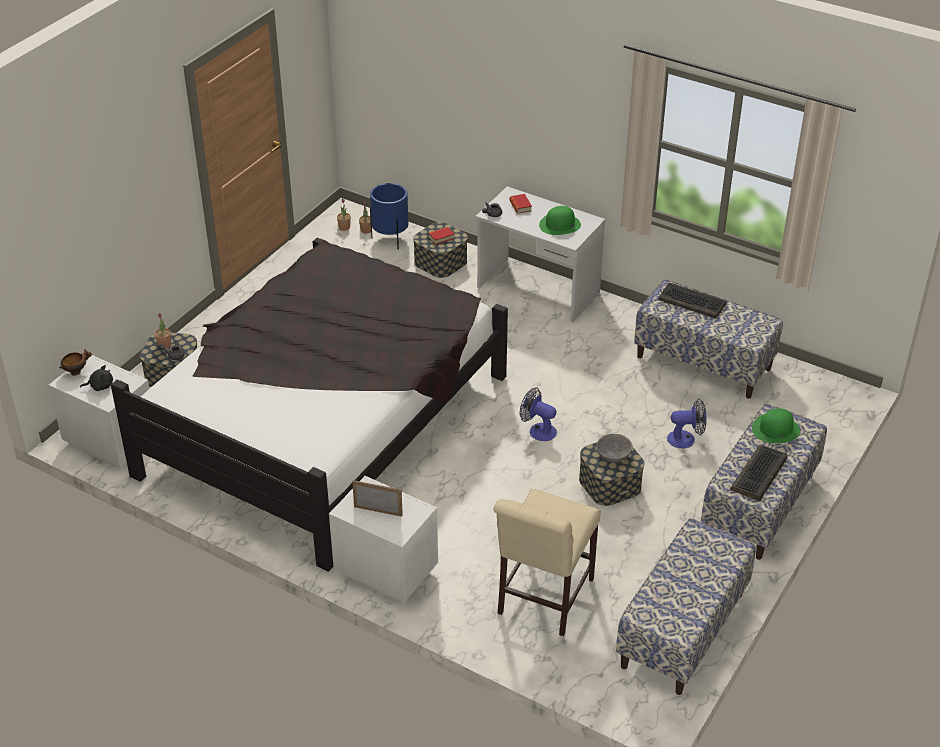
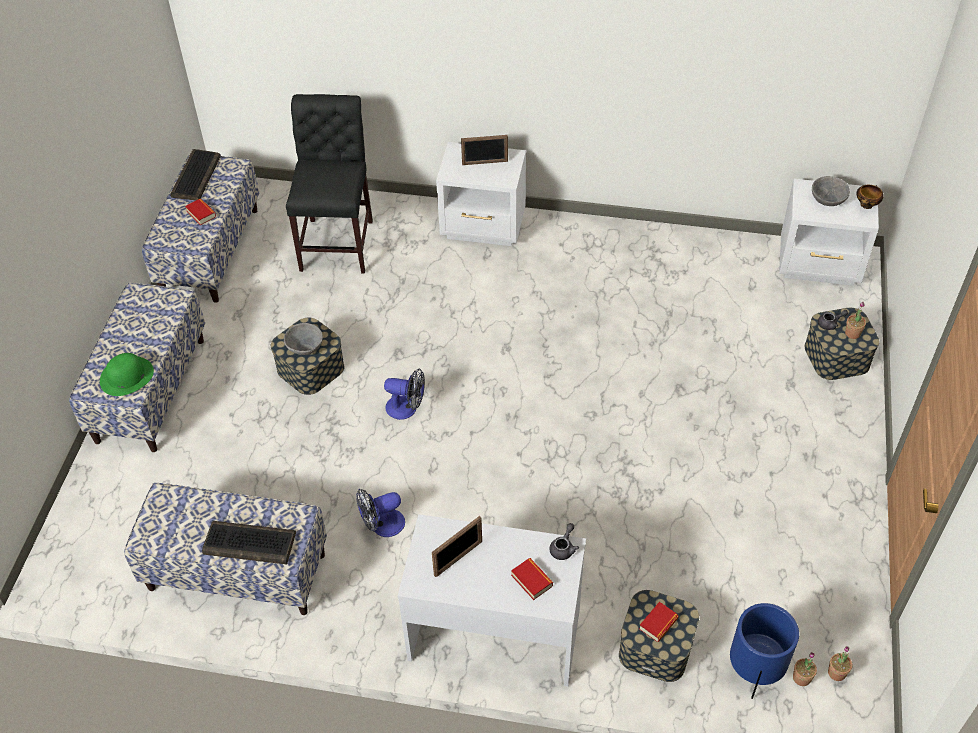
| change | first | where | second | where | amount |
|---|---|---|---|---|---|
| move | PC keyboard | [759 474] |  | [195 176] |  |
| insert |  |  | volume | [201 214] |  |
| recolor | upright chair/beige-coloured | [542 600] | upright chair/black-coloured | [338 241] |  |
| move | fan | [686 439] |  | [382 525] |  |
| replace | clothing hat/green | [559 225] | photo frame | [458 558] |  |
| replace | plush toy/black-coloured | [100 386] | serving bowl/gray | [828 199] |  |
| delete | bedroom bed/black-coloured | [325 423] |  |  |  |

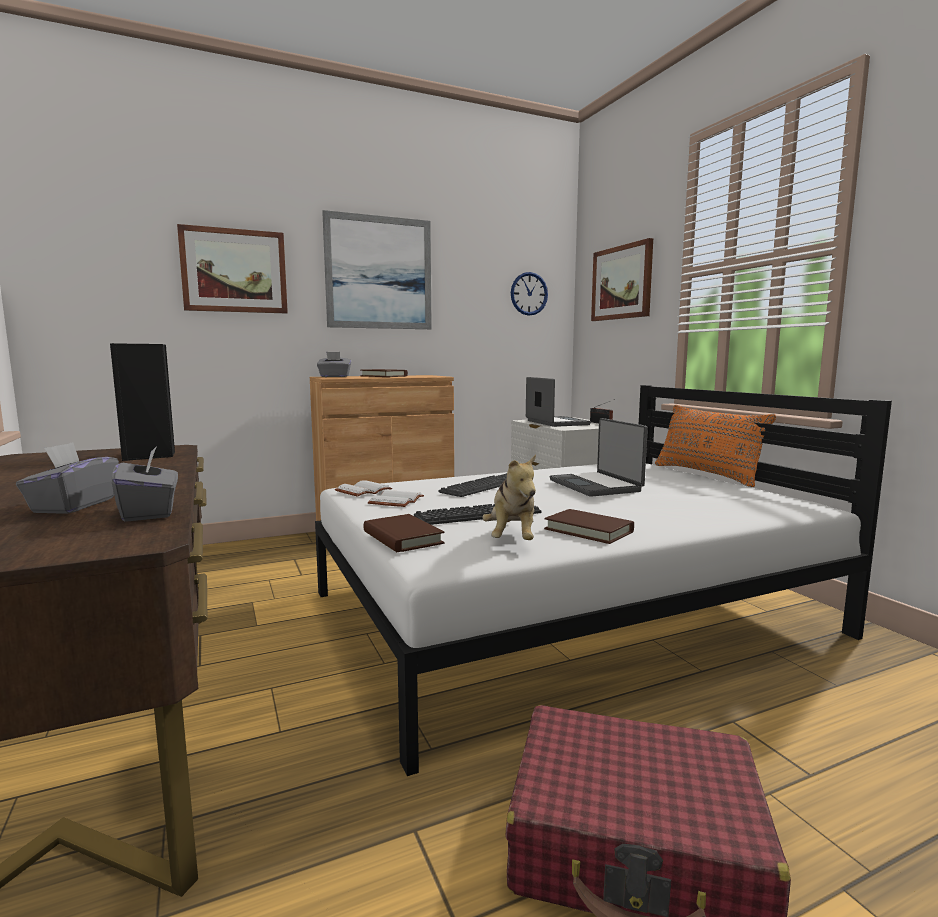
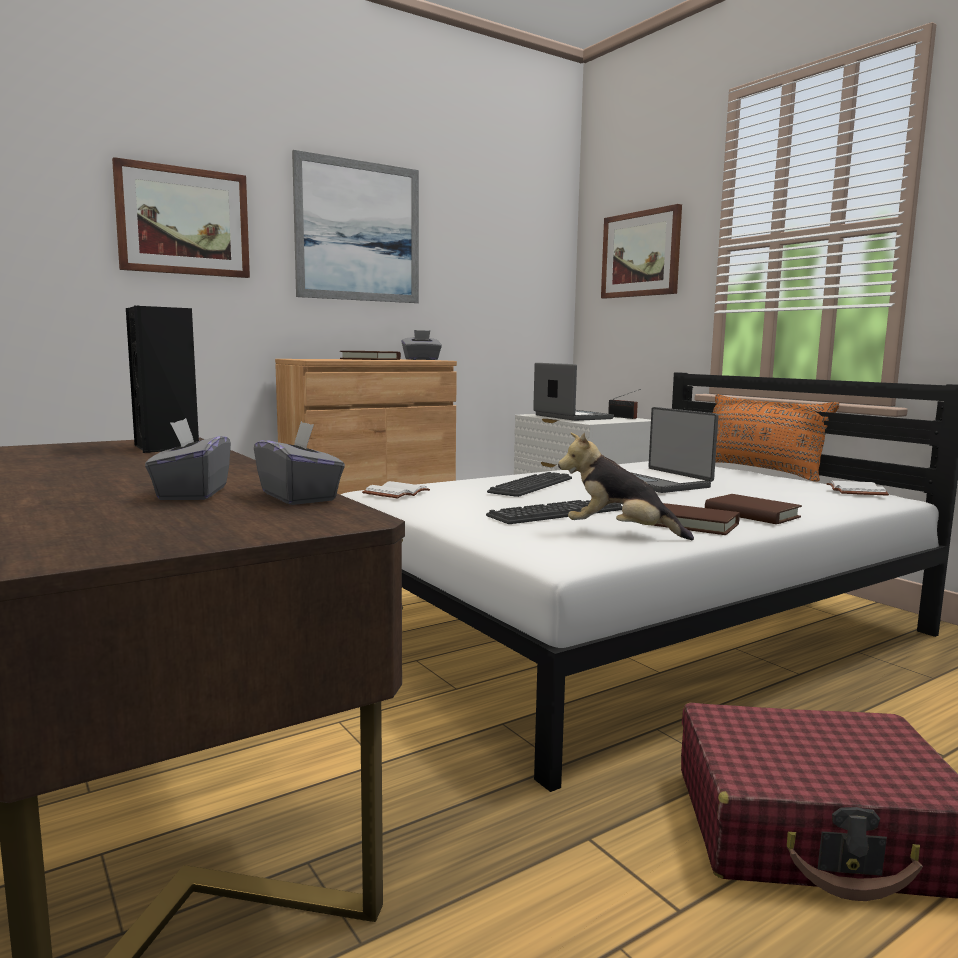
| change | first | where | second | where | amount |
|---|---|---|---|---|---|
| move | box of tissues/gray | [334 376] |  | [421 359] |  |
| rotate | plush toy | [512 539] |  | [620 534] | 120 degrees clockwise |
| move | volume/brownish | [402 538] |  | [751 514] |  |
| move | volume/whitish | [397 501] |  | [858 491] |  |
| delete | hanging clock | [529 294] |  |  |  |

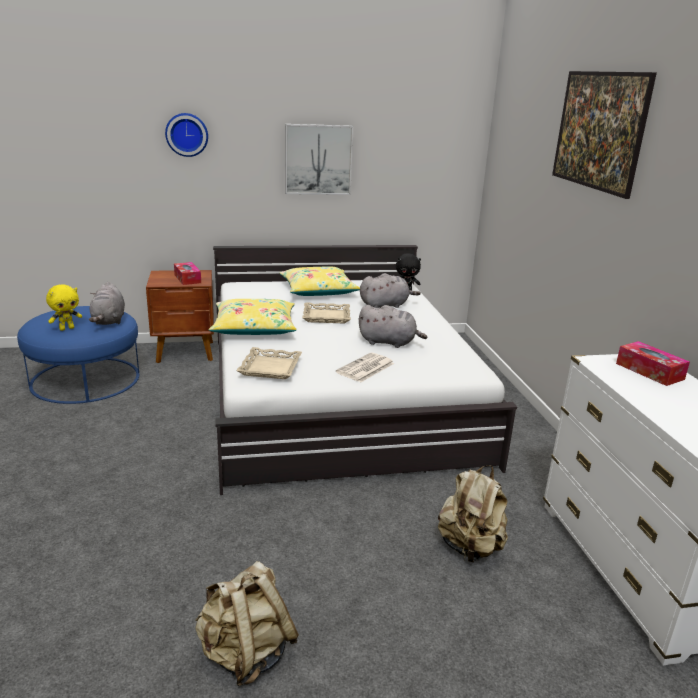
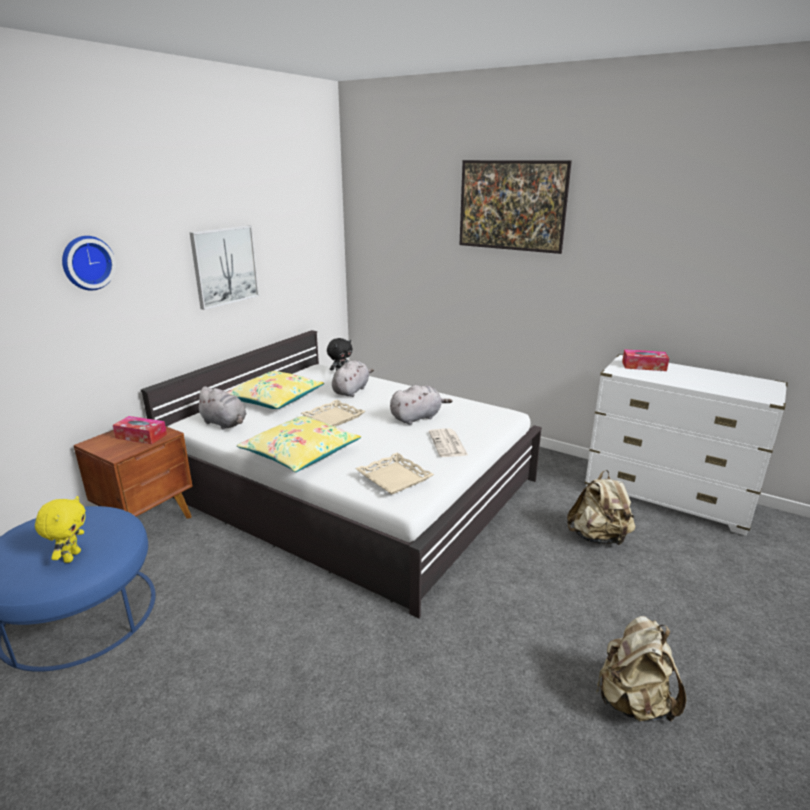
| change | first | where | second | where | amount |
|---|---|---|---|---|---|
| move | plush toy/gray | [109 321] |  | [225 423] |  |

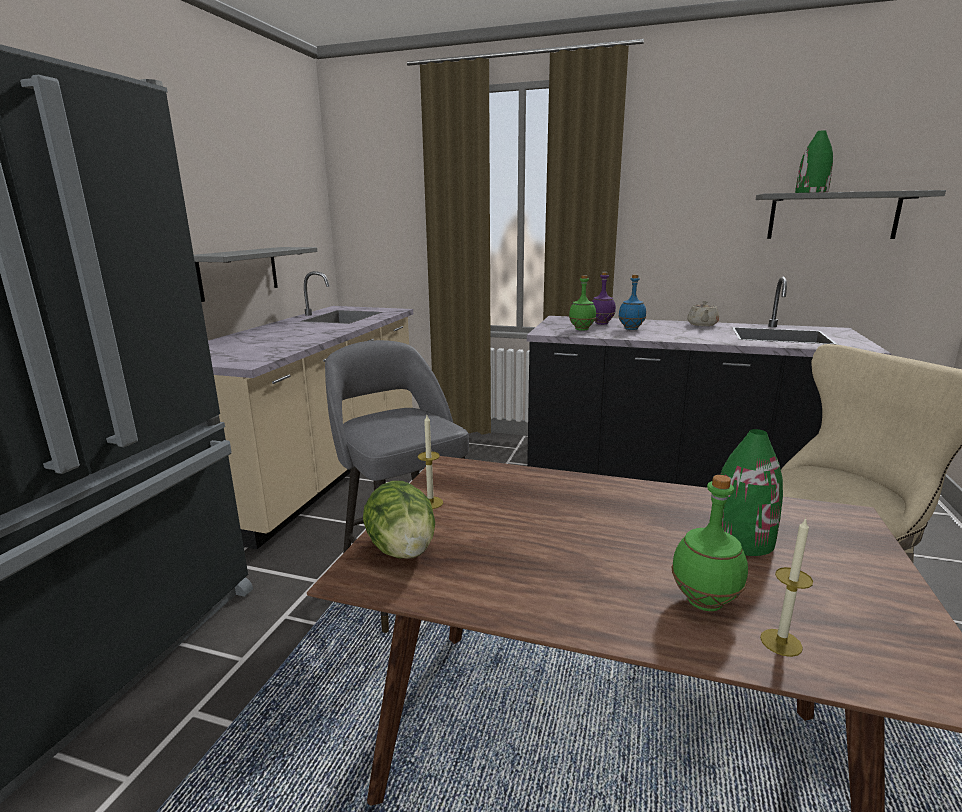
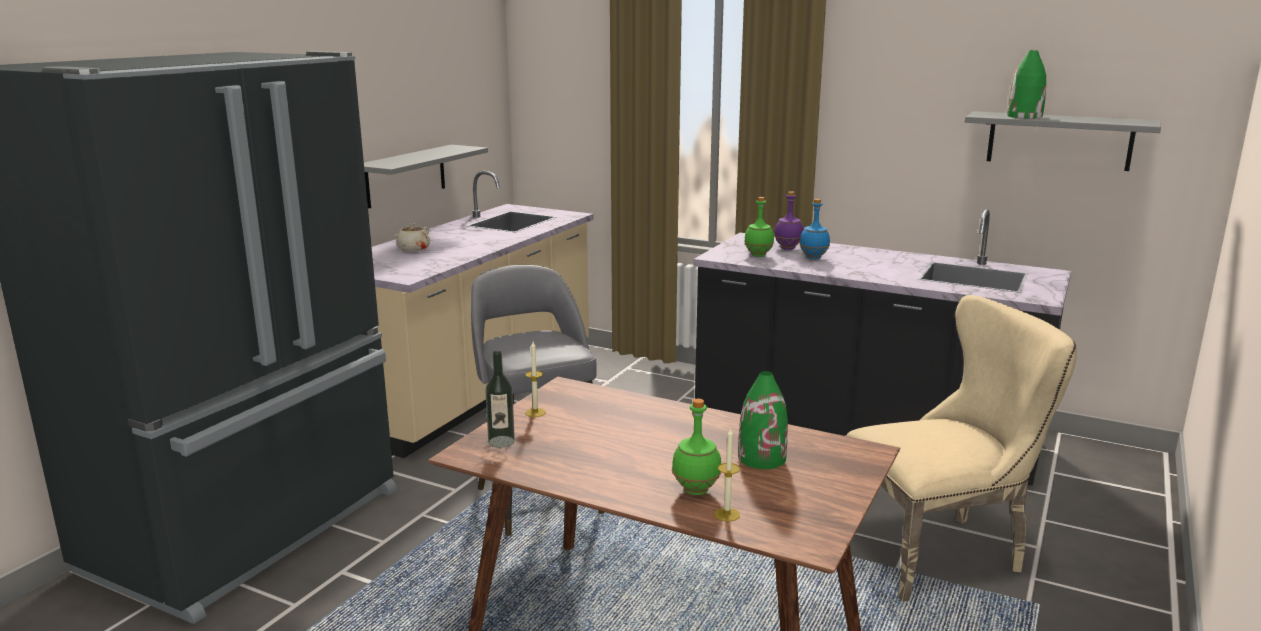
| change | first | where | second | where | amount |
|---|---|---|---|---|---|
| move | pot for tea/beige-coloured | [702 325] |  | [413 249] |  |
| replace | lettuce head | [402 550] | beverage bottle | [501 441] |  |

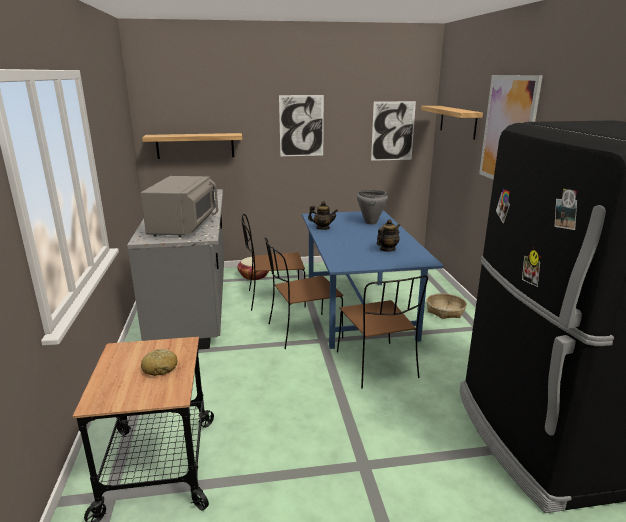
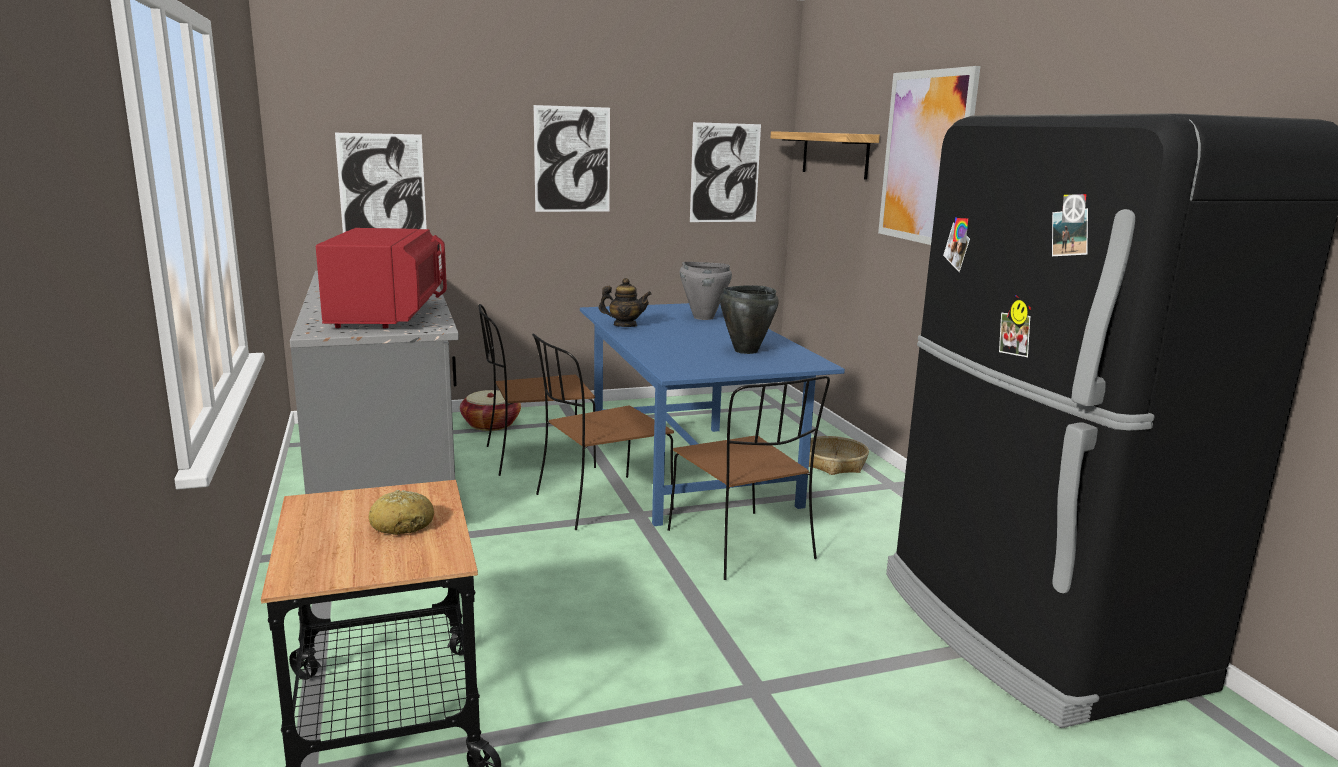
| change | first | where | second | where | amount |
|---|---|---|---|---|---|
| recolor | kitchen microwave/gray | [185 227] | kitchen microwave/red-coloured | [388 315] |  |
| replace | bracket shelf | [195 146] | wall picture | [382 189] |  |
| replace | pot for tea | [387 249] | stockpot/black-coloured | [745 351] |  |

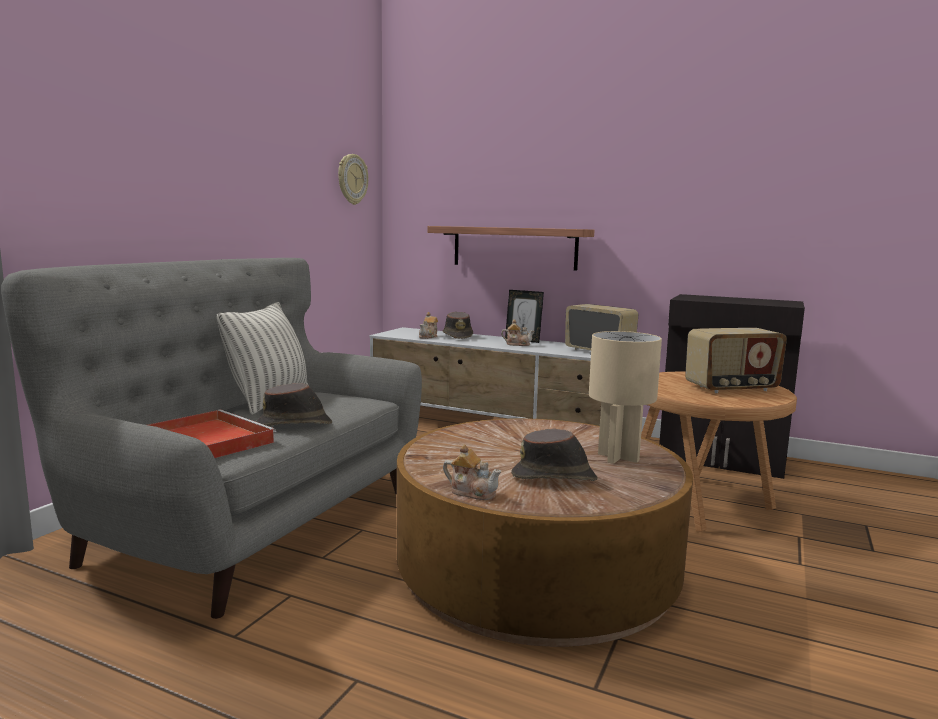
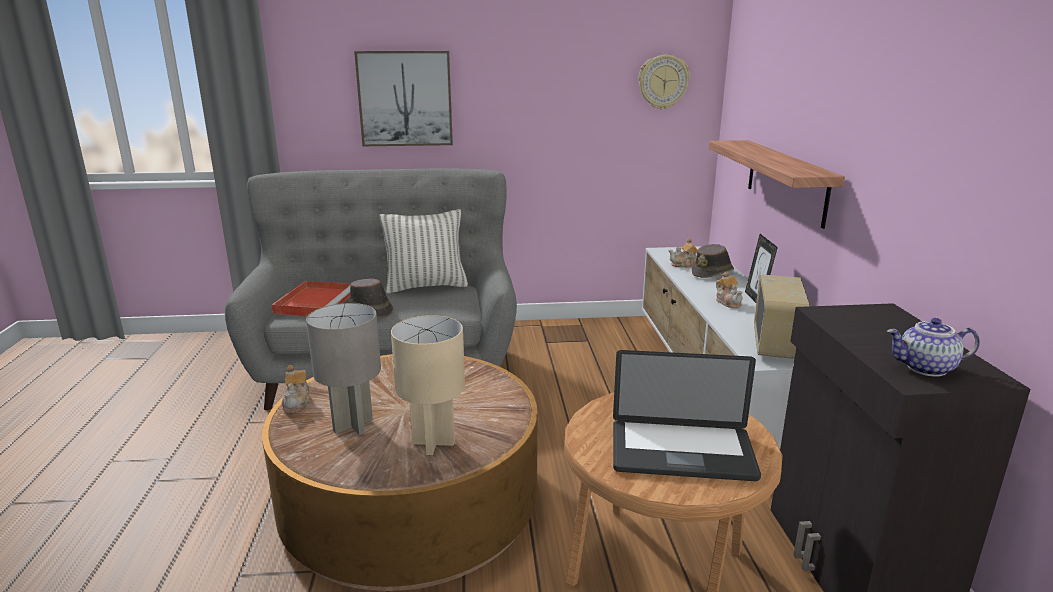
| change | first | where | second | where | amount |
|---|---|---|---|---|---|
| replace | clothing hat/brownish | [554 477] | table lamp/gray | [353 426] |  |
| insert |  |  | wall picture | [405 98] |  |
| replace | radio set | [732 388] | laptop | [681 452] |  |
| insert |  |  | pot for tea | [926 368] |  |

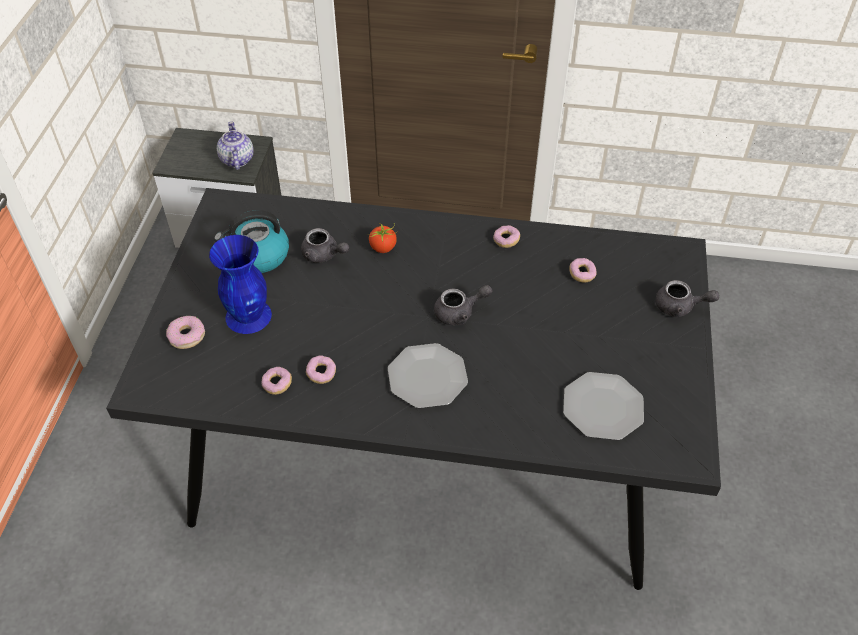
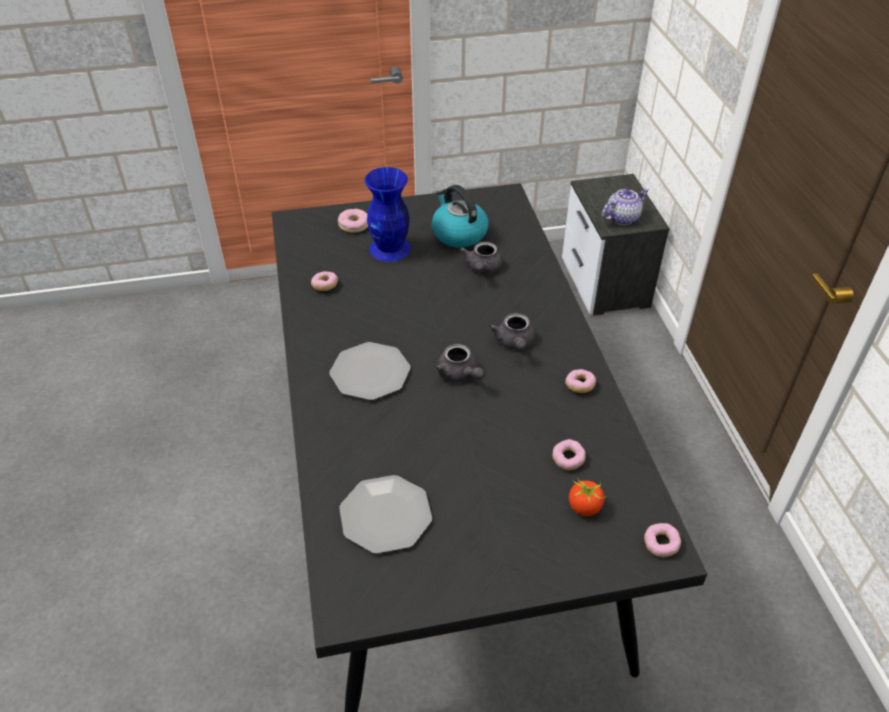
| change | first | where | second | where | amount |
|---|---|---|---|---|---|
| move | pot for tea/gray | [680 307] |  | [514 343] |  |
| move | tomato | [383 247] |  | [585 507] |  |
| move | ring doughnut | [321 374] |  | [660 544] |  |

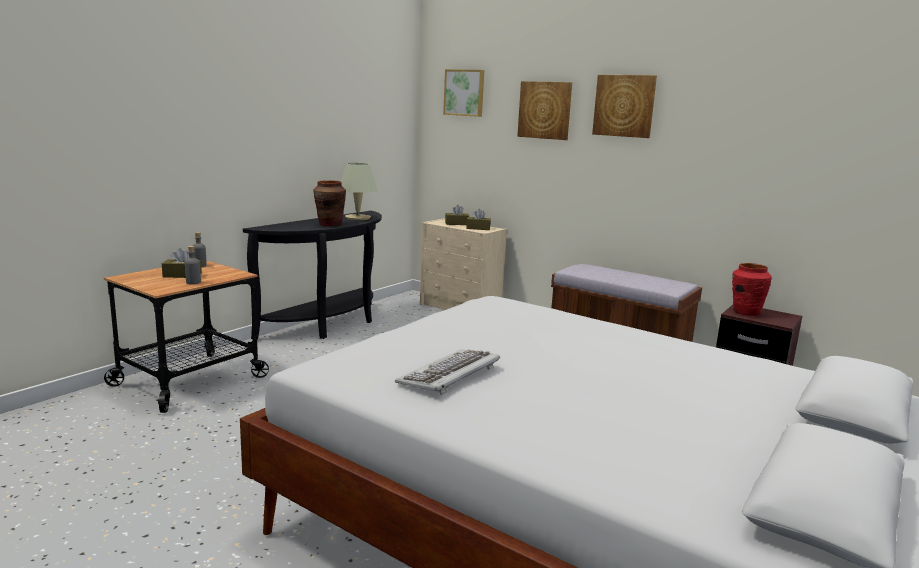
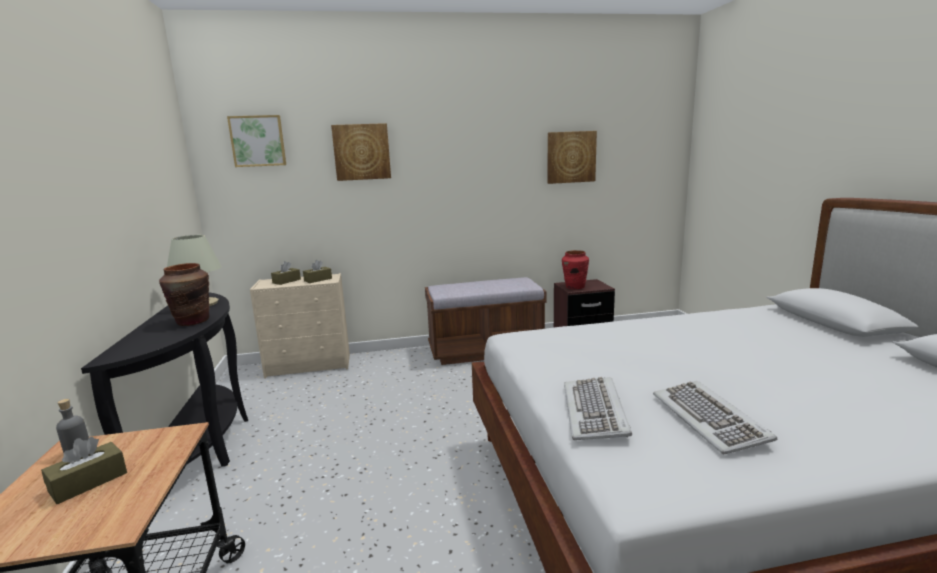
| change | first | where | second | where | amount |
|---|---|---|---|---|---|
| move | wall picture | [624 106] |  | [571 157] |  |
| insert |  |  | PC keyboard | [595 411] |  |
| delete | beverage bottle/gray | [193 282] |  |  |  |

